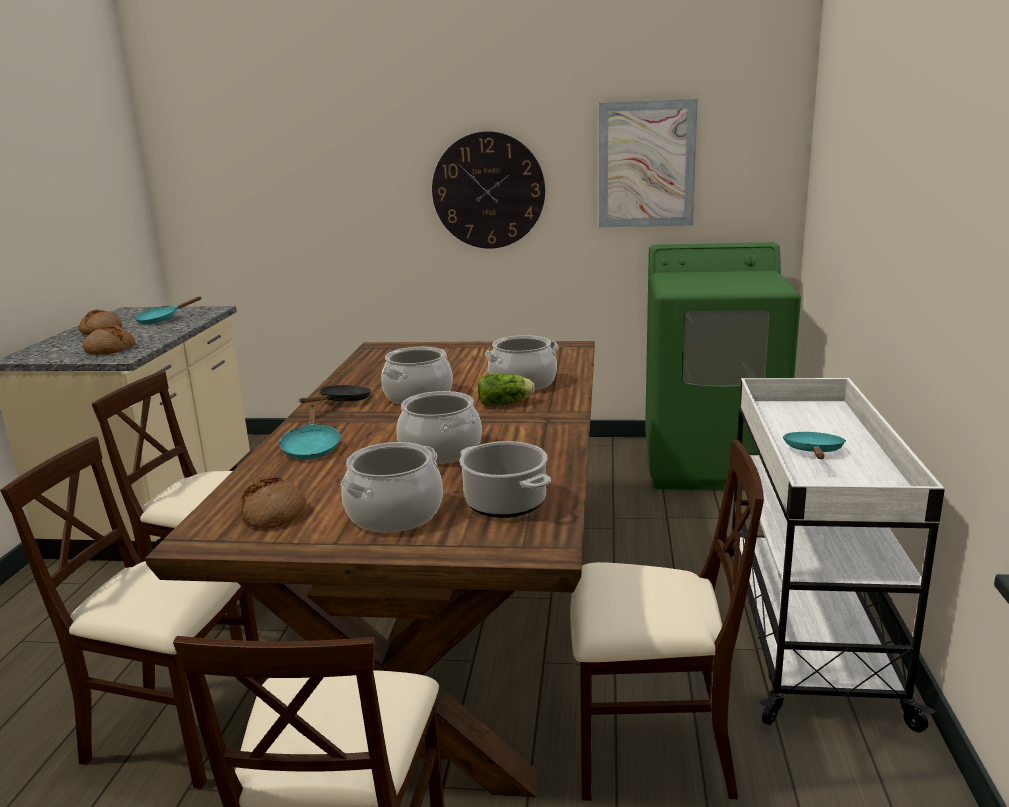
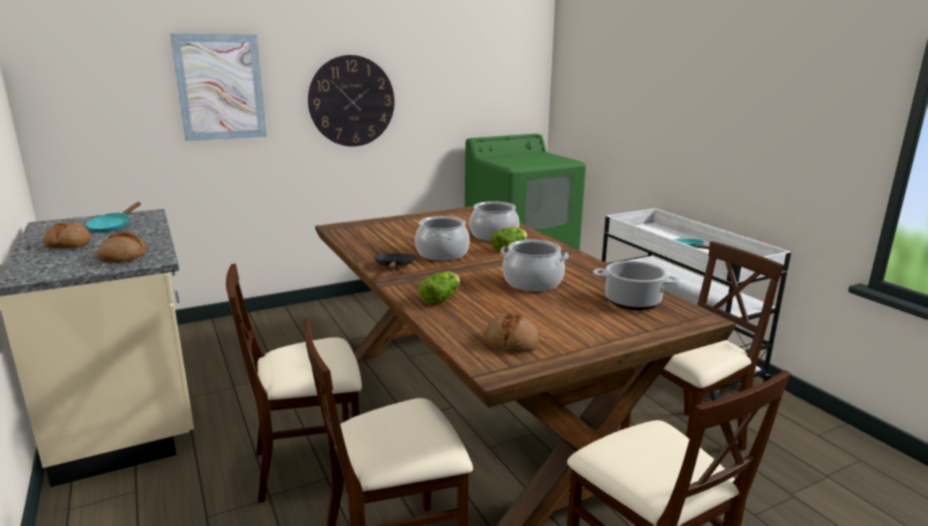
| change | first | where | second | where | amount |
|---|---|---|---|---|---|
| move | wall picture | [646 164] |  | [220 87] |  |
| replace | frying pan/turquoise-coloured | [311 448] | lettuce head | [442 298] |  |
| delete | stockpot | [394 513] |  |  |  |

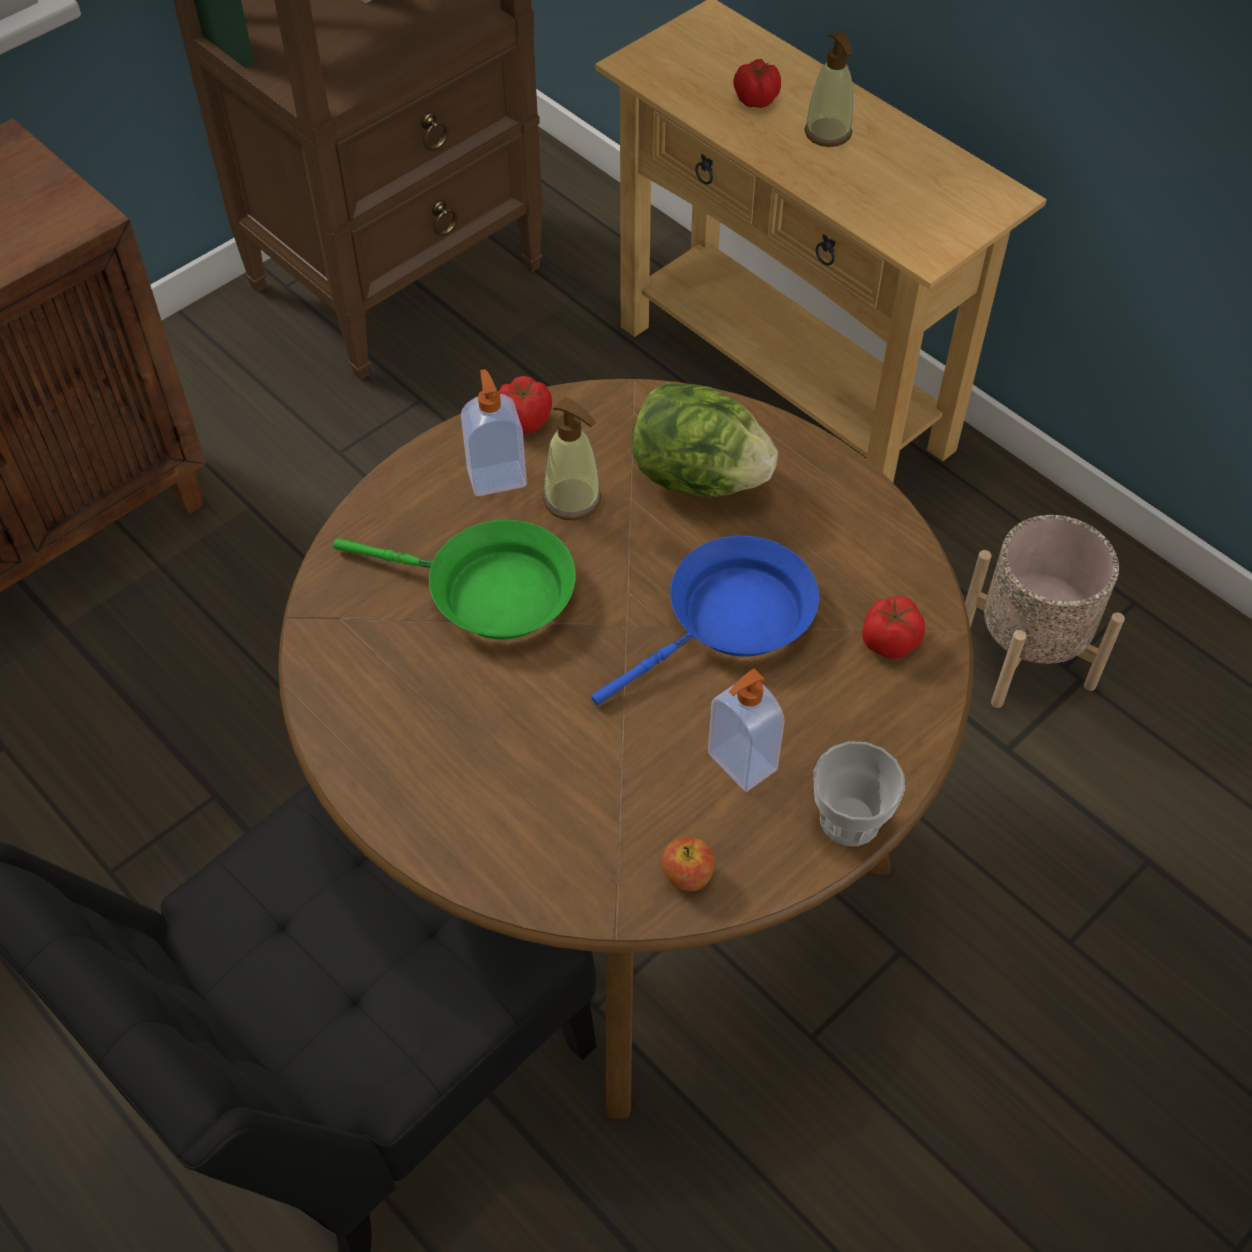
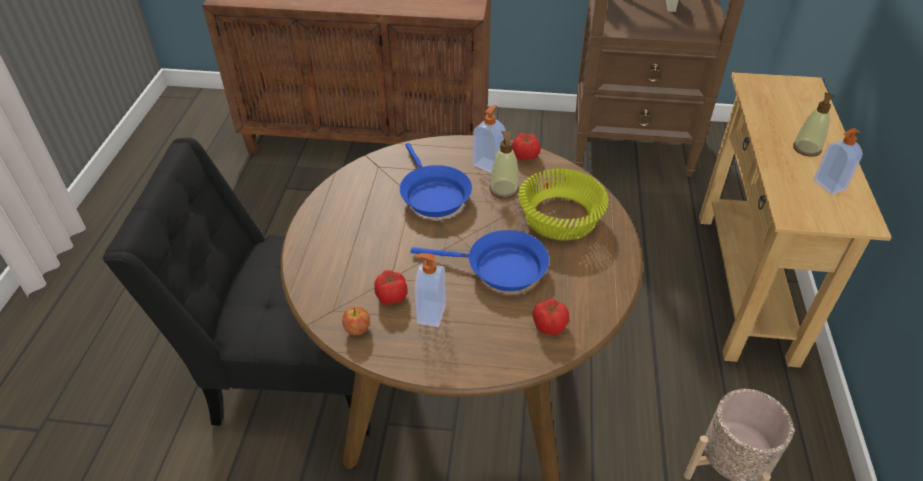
| change | first | where | second | where | amount |
|---|---|---|---|---|---|
| move | tomato | [755 99] |  | [391 296] |  |
| recolor | frying pan/green | [489 593] | frying pan/blue-coloured | [433 195] |  |
| replace | lettuce head | [698 477] | serving bowl/yellowish | [560 216] |  |
| insert |  |  | soap dispenser | [828 185] |  |
| delete | drinking cup | [850 819] |  |  |  |

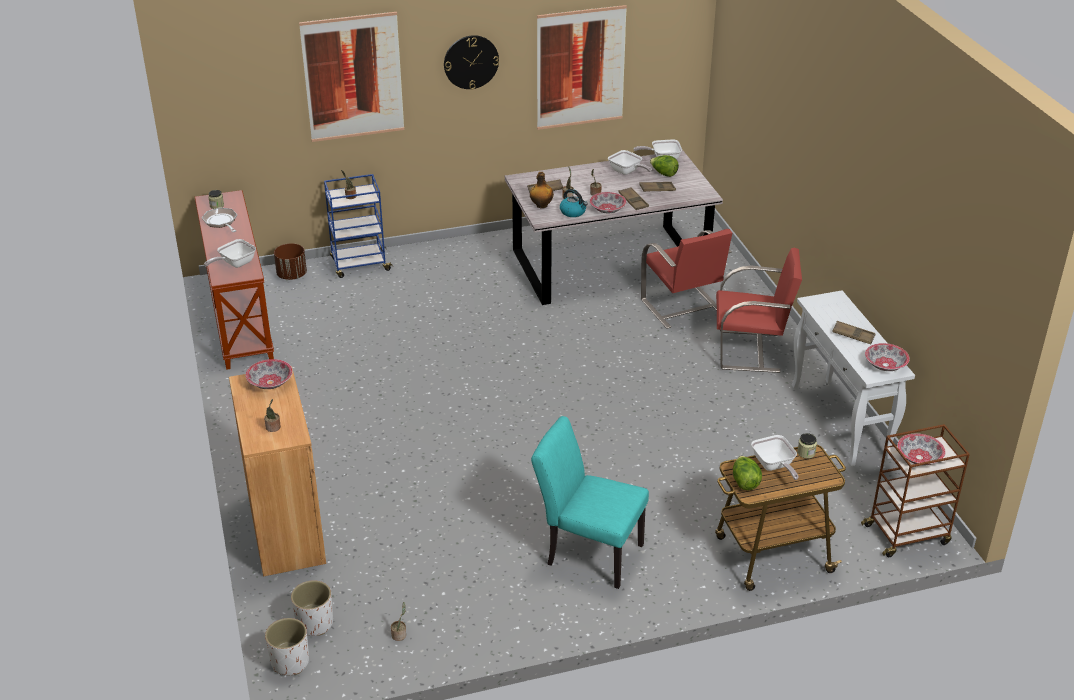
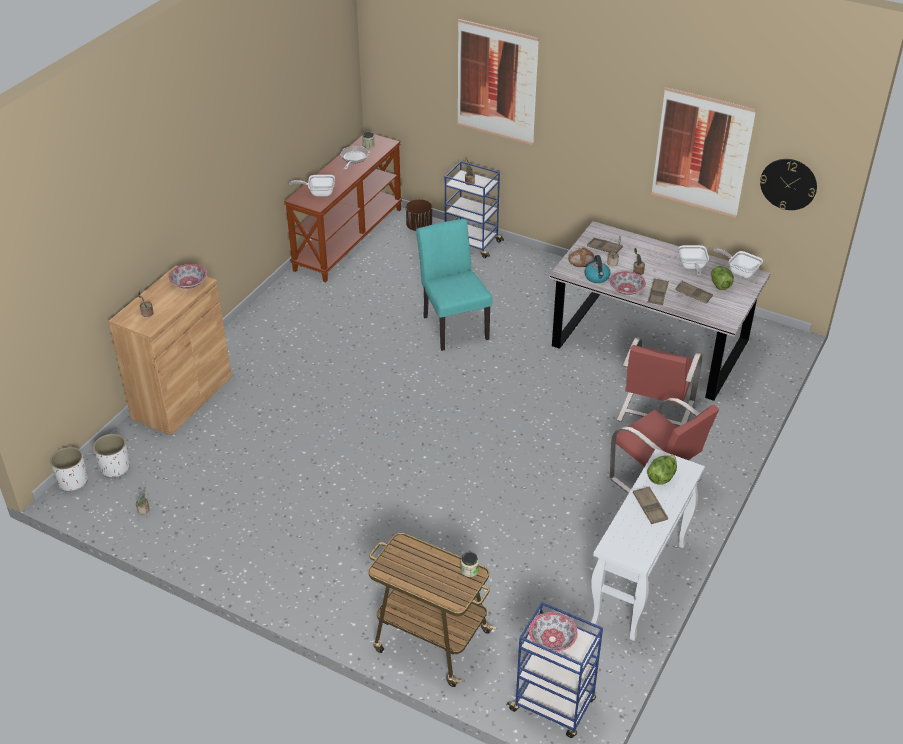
| change | first | where | second | where | amount |
|---|---|---|---|---|---|
| move | upright chair/turquoise-coloured | [588 552] |  | [453 324] |  |
| recolor | cart/brownish | [907 534] | cart/blue-coloured | [553 706] |  |
| replace | beverage bottle | [541 206] | bakery bread | [581 259] |  |
| move | lettuce head | [745 482] |  | [661 477] |  |
| move | hanging clock | [471 62] |  | [788 184] |  |
| delete | frying pan | [774 466] |  |  |  |
| delete | serving bowl | [885 365] |  |  |  |

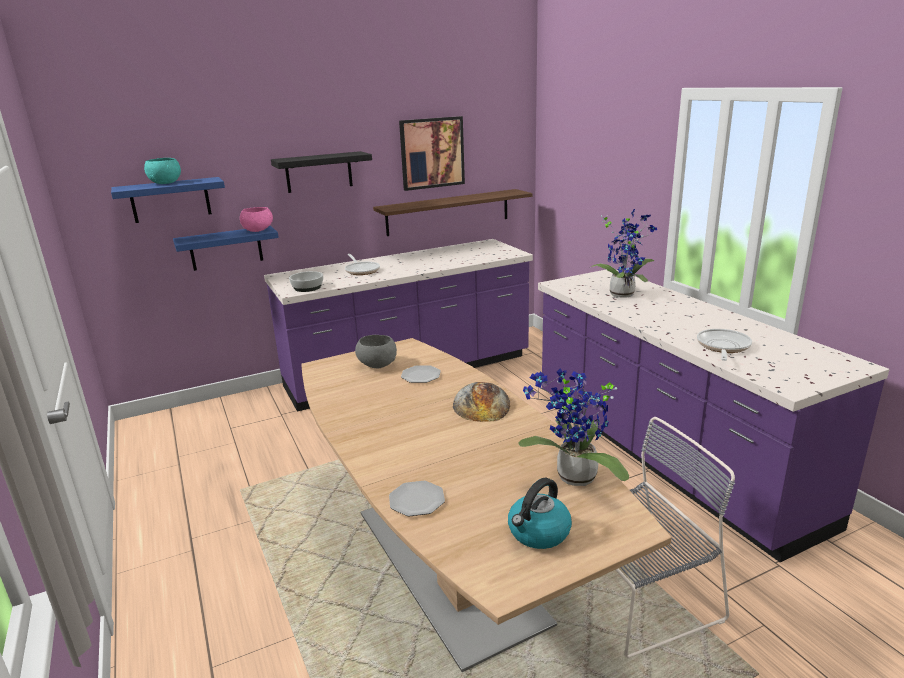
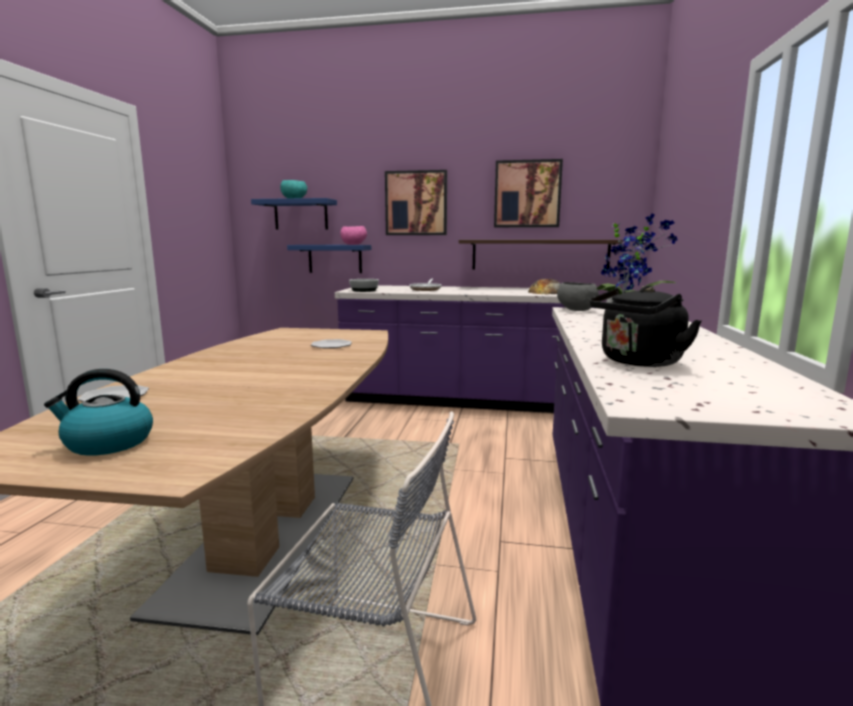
| change | first | where | second | where | amount |
|---|---|---|---|---|---|
| replace | bracket shelf/black-coloured | [319 172] | wall picture | [416 203] |  |
| move | bakery bread | [482 404] |  | [547 292] |  |
| move | serving bowl/gray | [377 365] |  | [576 310] |  |
| replace | frying pan | [722 347] | tea kettle/black-coloured | [638 362] |  |
| delete | houseplant | [572 479] |  |  |  |

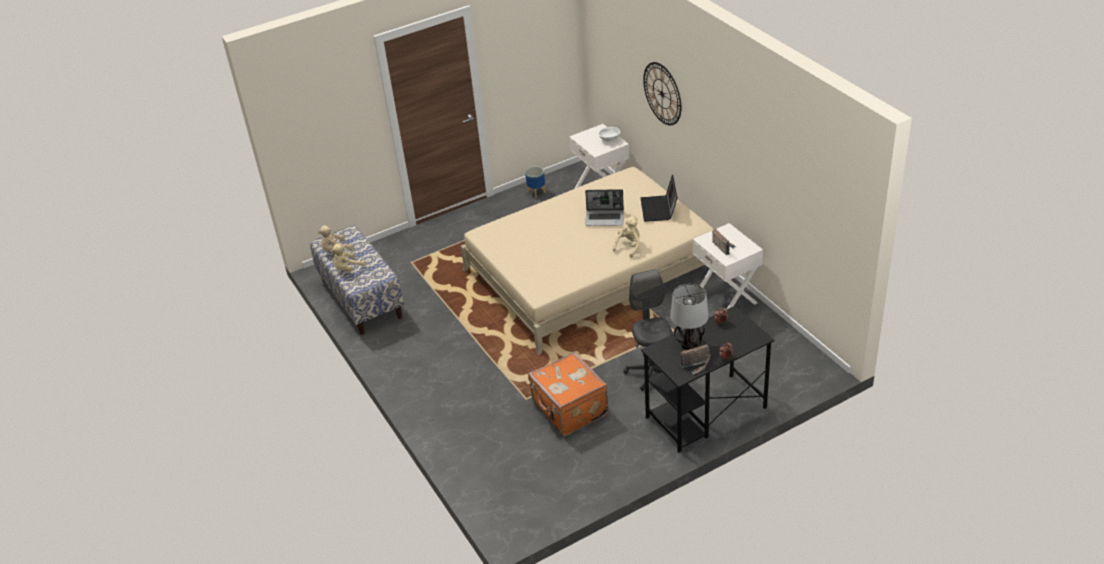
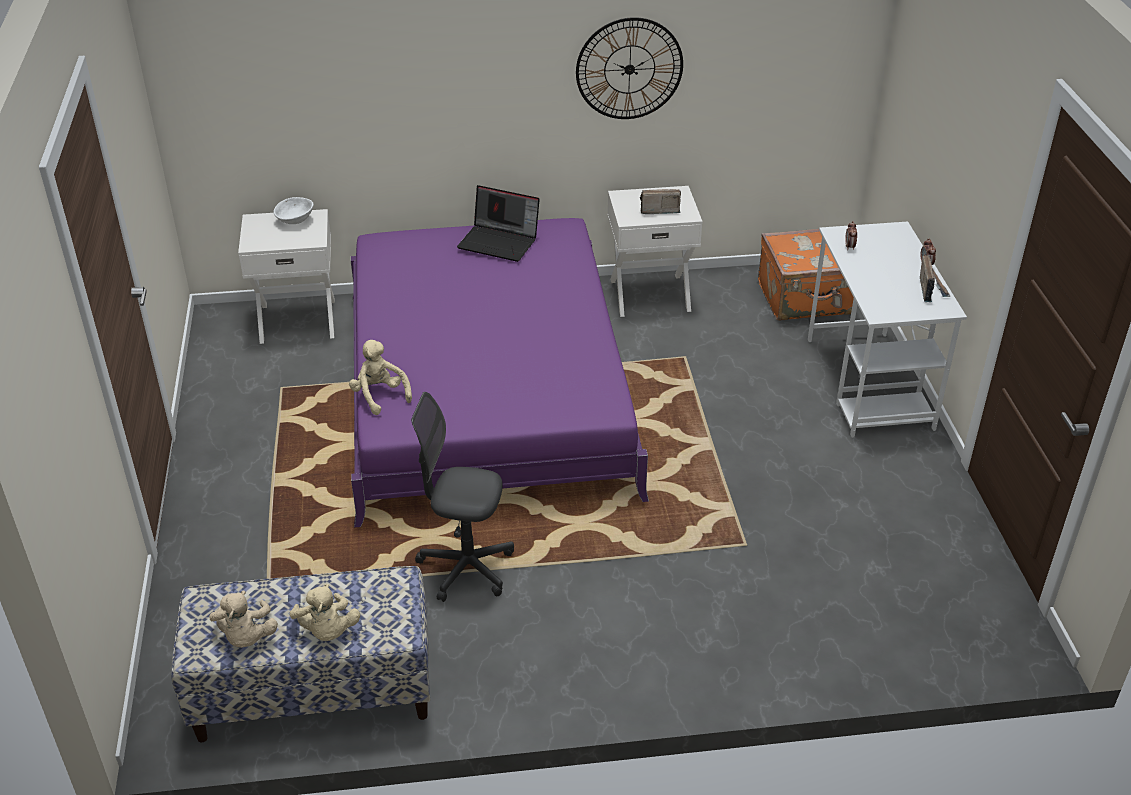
| change | first | where | second | where | amount |
|---|---|---|---|---|---|
| move | plush toy/beige-coloured | [629 246] |  | [379 395] |  |
| recolor | bedroom bed/beige-coloured | [590 271] | bedroom bed/purplish | [487 390] |  |
| move | computer chair/gray | [652 372] |  | [466 568] |  |
| move | hanging clock | [662 93] |  | [629 69] |  |
| move | piece of luggage/orangey | [569 410] |  | [806 299] |  |
| recolor | desk/black-coloured | [705 413] | desk/whitish | [869 384] |  |
| delete | flower pot | [536 192] |  |  |  |
| delete | laptop | [605 218] |  |  |  |
| delete | table lamp | [689 344] |  |  |  |

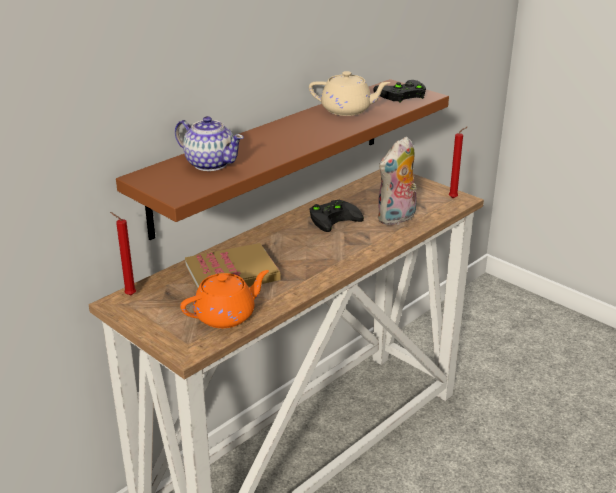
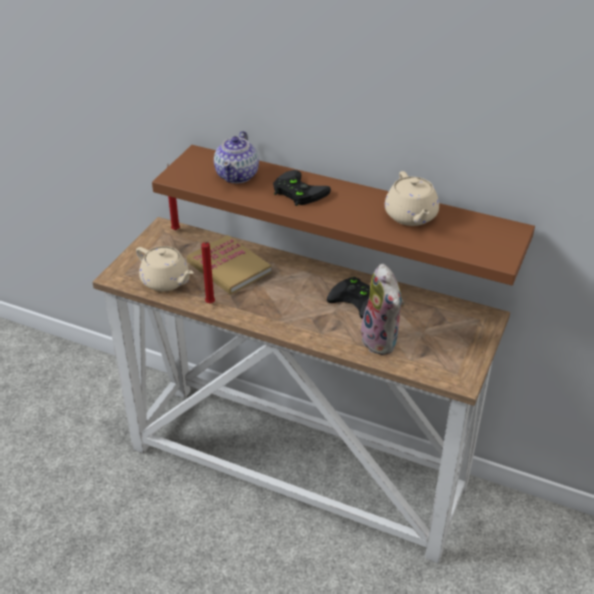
| change | first | where | second | where | amount |
|---|---|---|---|---|---|
| recolor | pot for tea/orangey | [226 316] | pot for tea/beige-coloured | [166 281] |  |
| move | wax candle/red-coloured | [454 198] |  | [211 304] |  |
| move | gamepad/black-coloured | [400 95] |  | [297 191] |  |
| rotate | plush toy | [397 219] |  | [382 341] | 135 degrees counterclockwise |

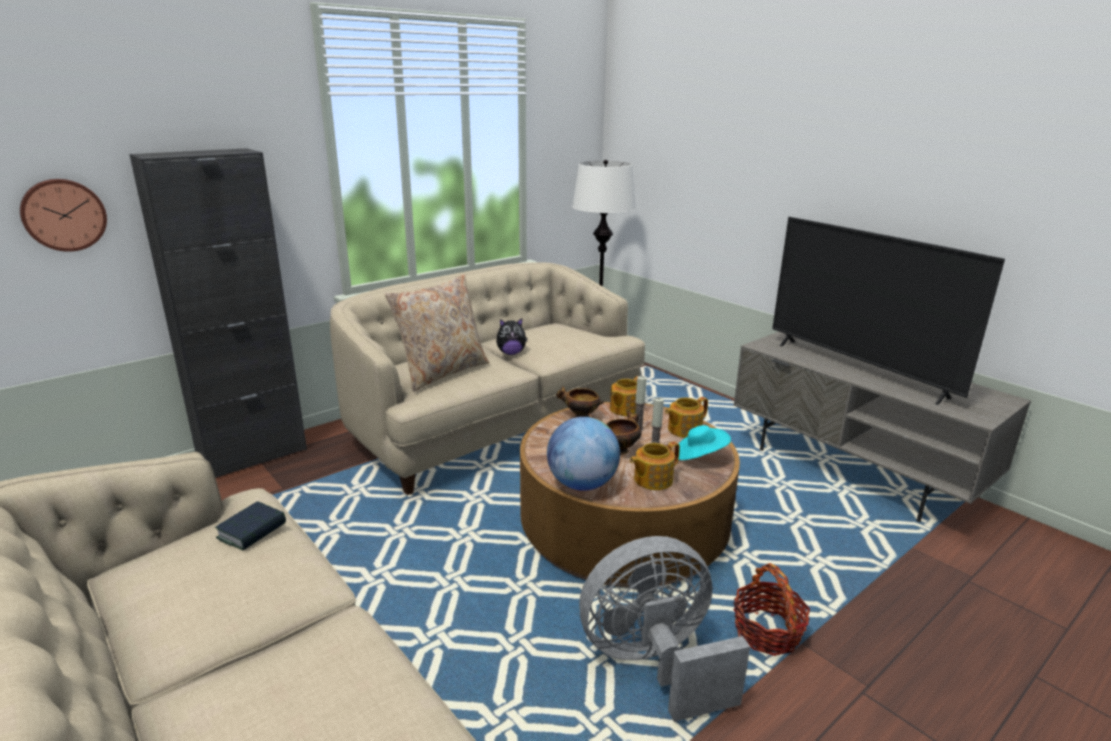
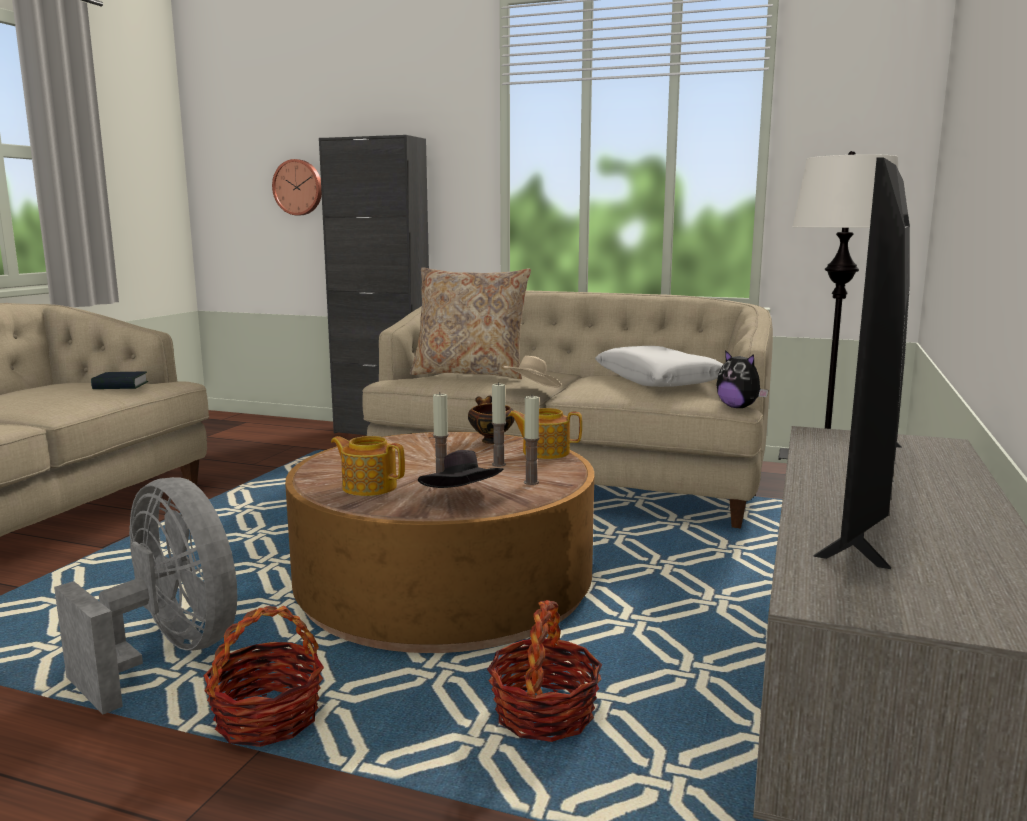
| change | first | where | second | where | amount |
|---|---|---|---|---|---|
| recolor | clothing hat/turquoise-coloured | [699 456] | clothing hat/black-coloured | [462 498] |  |
| insert |  |  | household basket | [544 713] |  |
| insert |  |  | clothing hat/beige-coloured | [532 390] |  |
| replace | pot for tea | [683 430] | wax candle | [531 482] |  |
| insert |  |  | pillow/whitish | [658 380] |  |
| move | plush toy | [511 353] |  | [738 407] |  |
| delete | globe | [582 484] |  |  |  |
| delete | serving bowl | [621 449] |  |  |  |

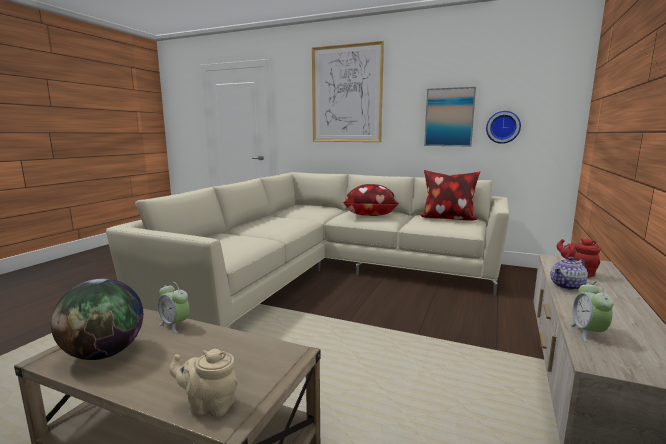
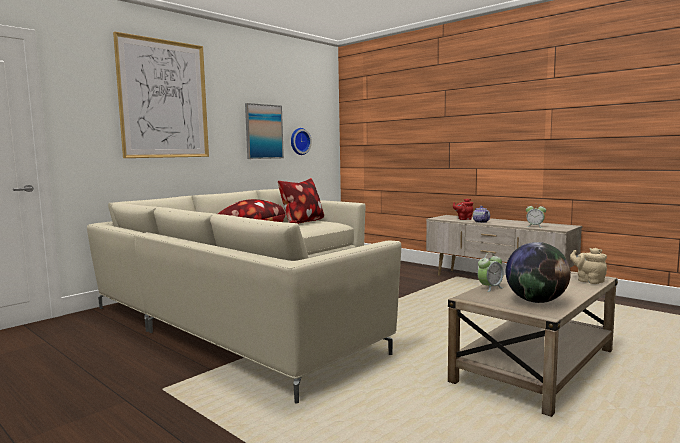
| change | first | where | second | where | amount |
|---|---|---|---|---|---|
| rotate | pot for tea/beige-coloured | [209 405] |  | [588 281] | 120 degrees clockwise |

